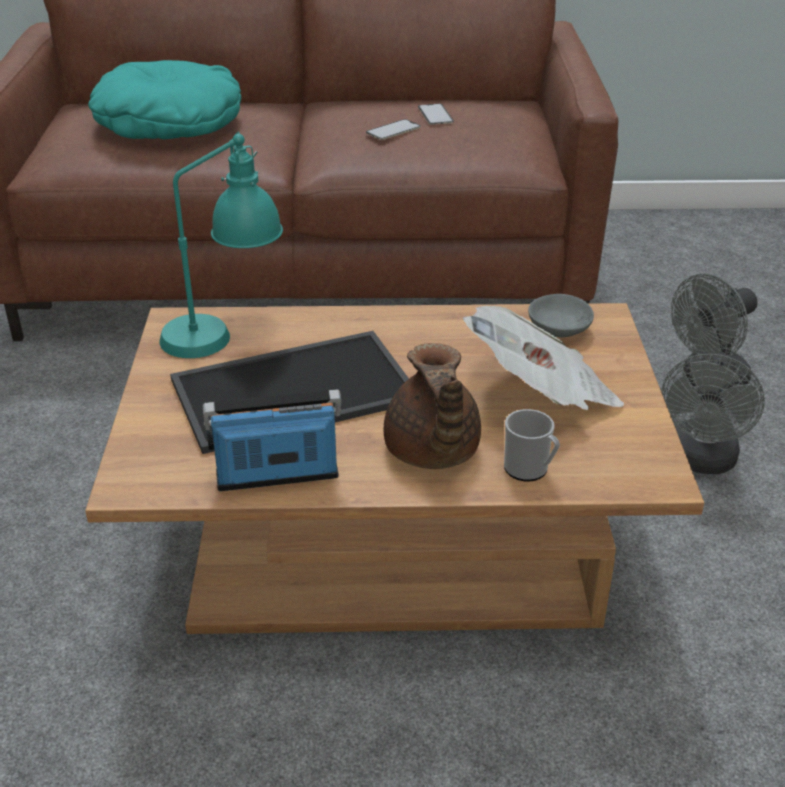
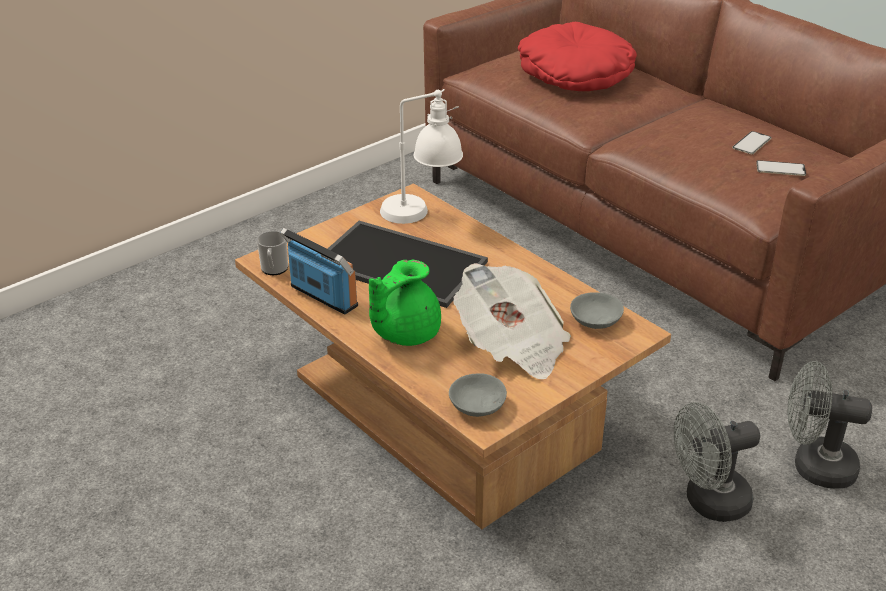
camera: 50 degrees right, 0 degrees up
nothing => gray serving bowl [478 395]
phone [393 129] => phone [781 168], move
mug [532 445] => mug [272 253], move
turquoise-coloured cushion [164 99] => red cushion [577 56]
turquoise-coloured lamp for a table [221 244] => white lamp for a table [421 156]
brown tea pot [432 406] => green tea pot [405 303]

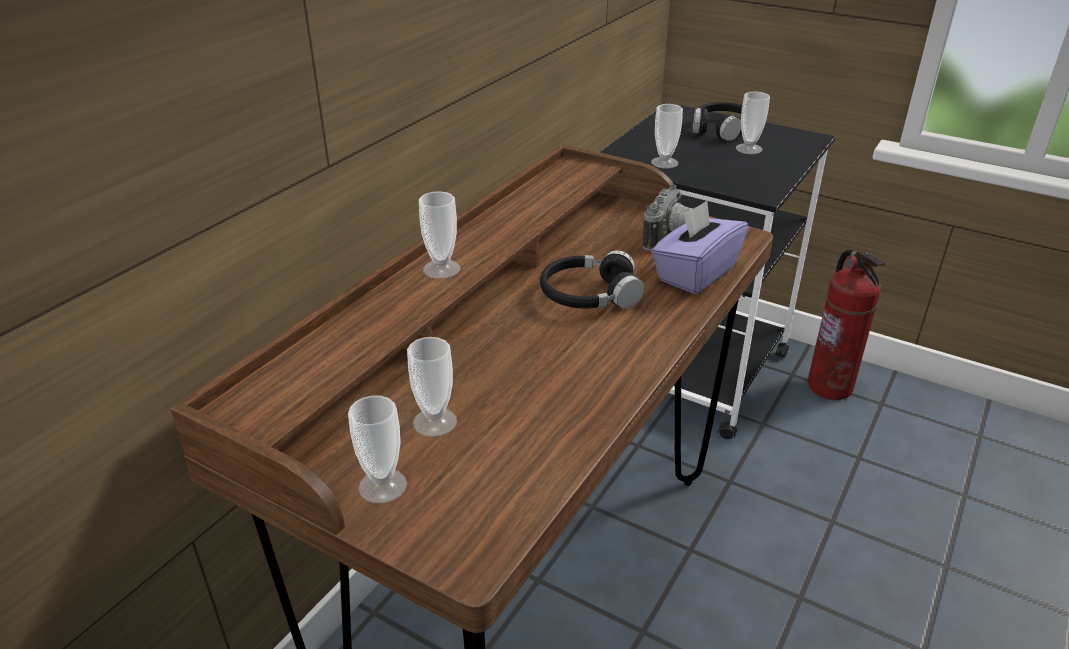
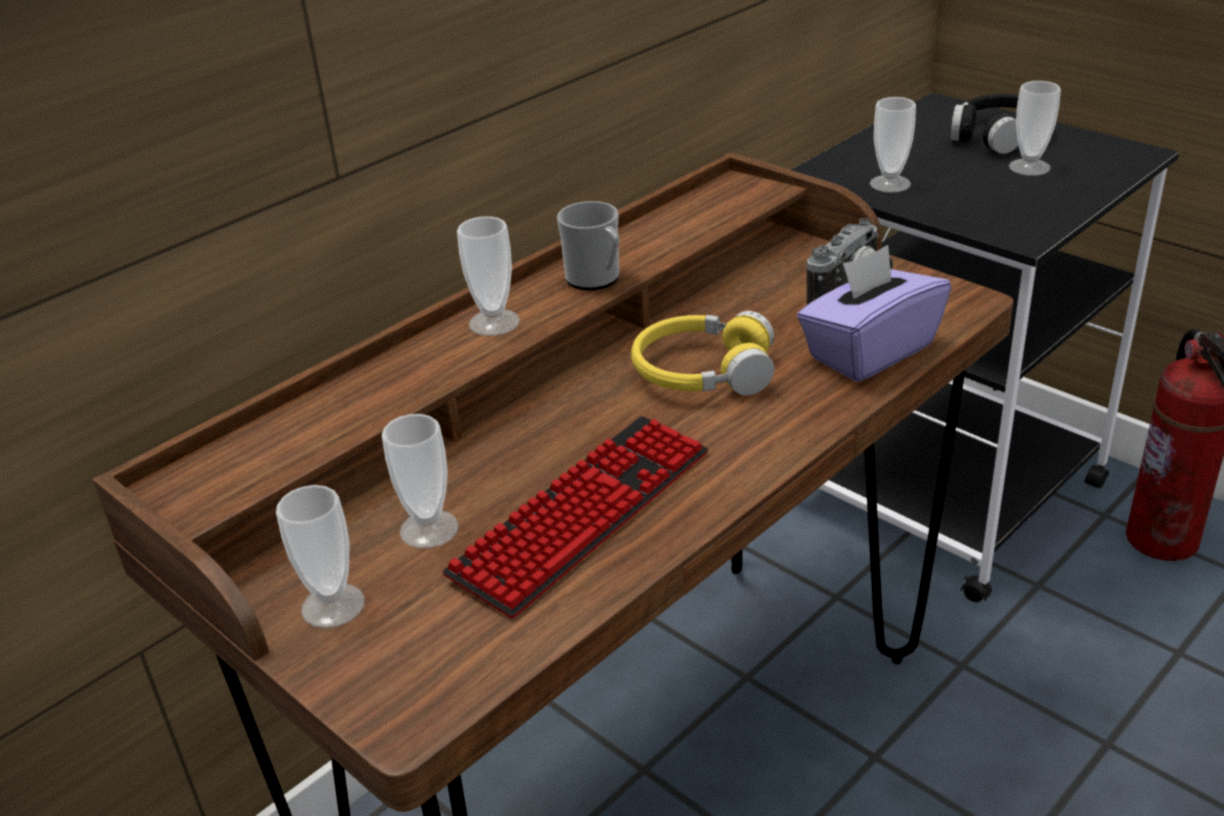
camera: 15 degrees right, 0 degrees up
nothing => keyboard [575 517]
nothing => mug [588 246]
blackish headphones [592 279] => yellowish headphones [702 353]

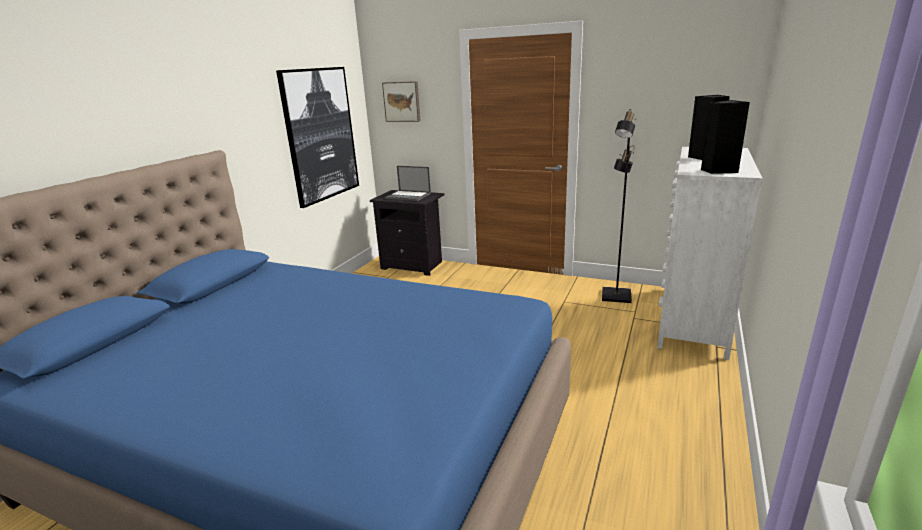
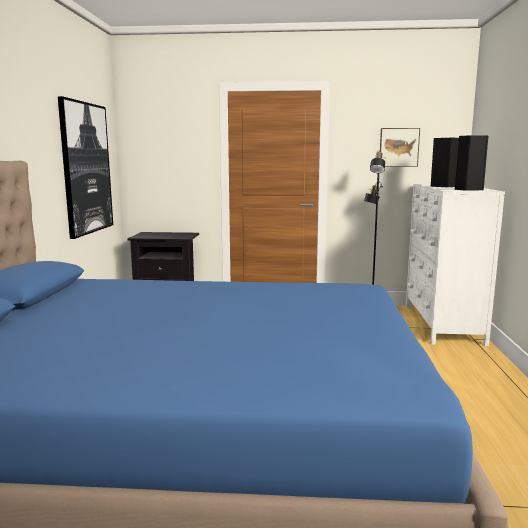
camera: 20 degrees left, 10 degrees down
portable computer [408 183] => nothing
wall picture [401 101] => wall picture [400 147], move

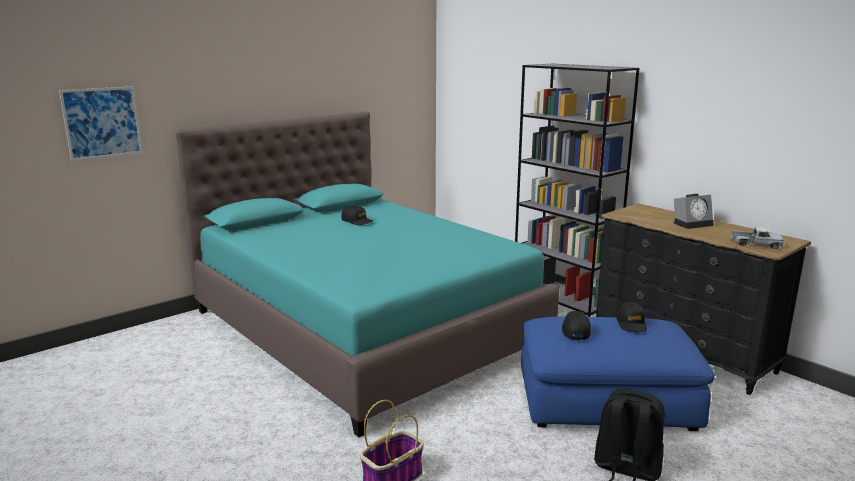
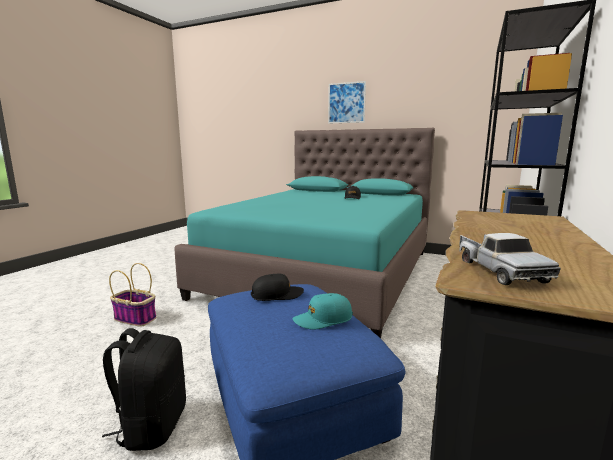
camera: 65 degrees right, 5 degrees down
table clock [693 211] => nothing
wall picture [101 123] => wall picture [347 102], move
blackish peaked cap [631 317] => turquoise-coloured peaked cap [323 311]

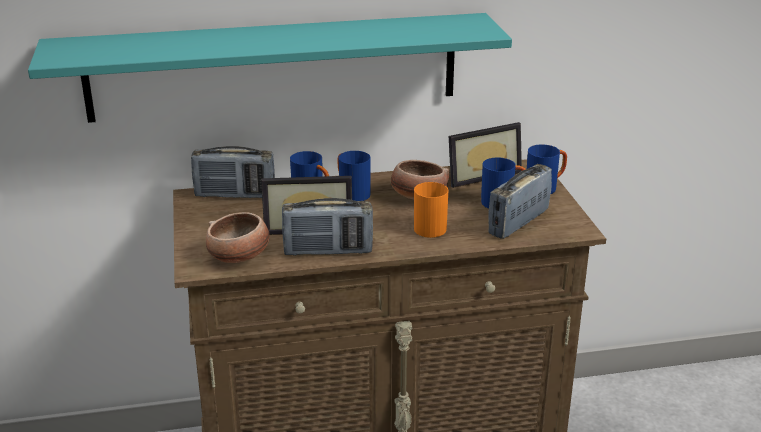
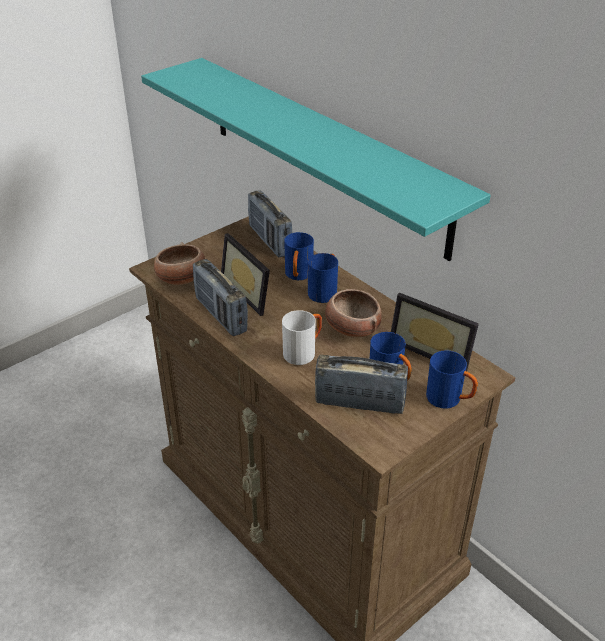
camera: 60 degrees right, 10 degrees up
orangey mug [431 210] => white mug [302 337]

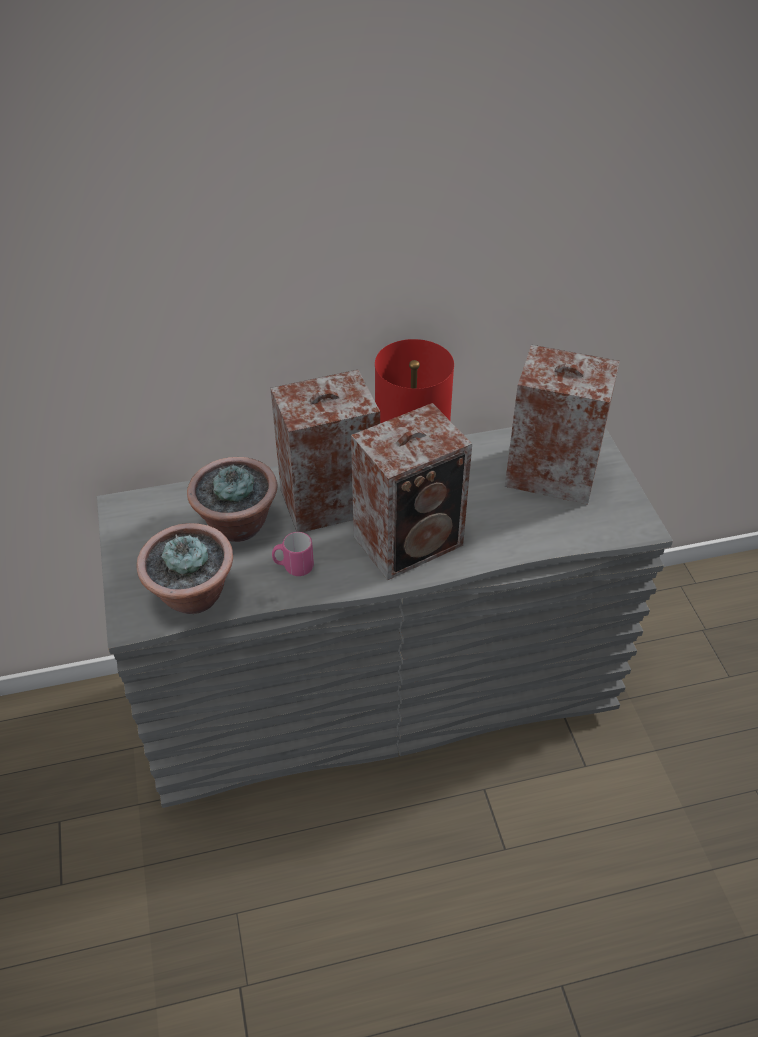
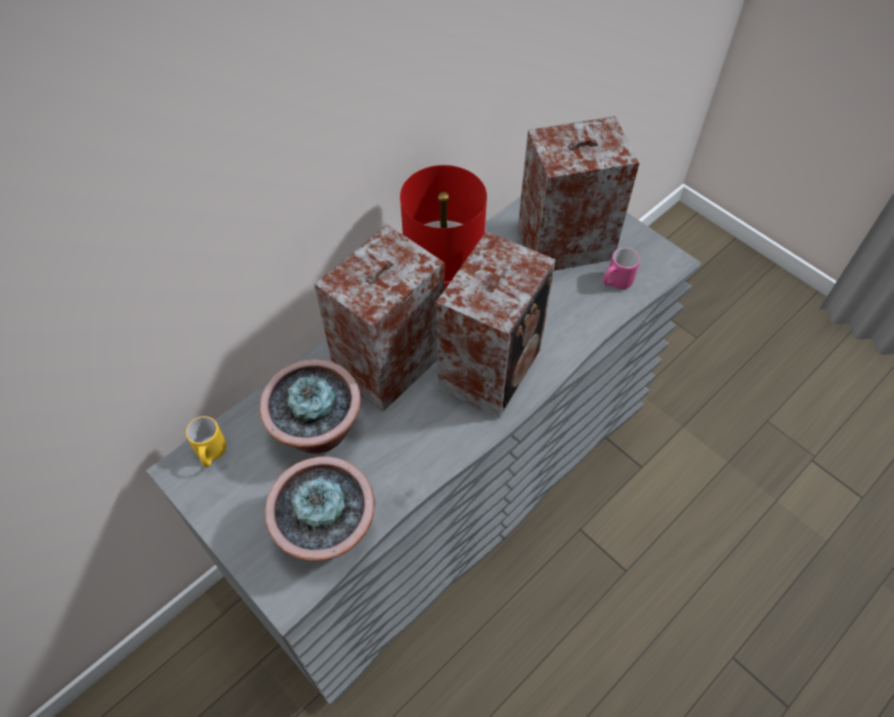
camera: 30 degrees left, 10 degrees up
nothing => yellowish mug [206 441]
pink mug [293 554] => pink mug [621 268], move

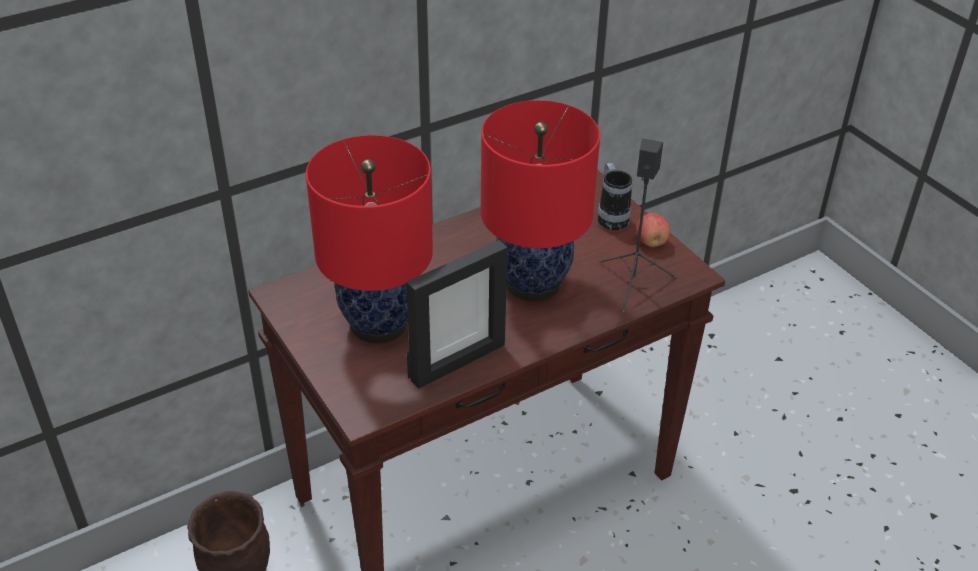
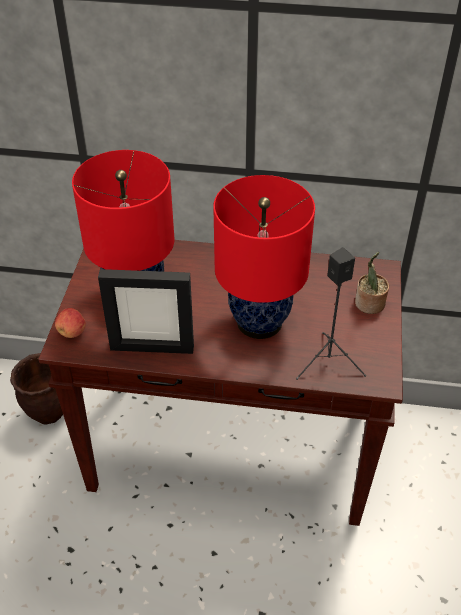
camera: 40 degrees right, 5 degrees up
whole apple [653 230] => whole apple [70 323], move
mug [615 196] => plant in a pot [372 283]

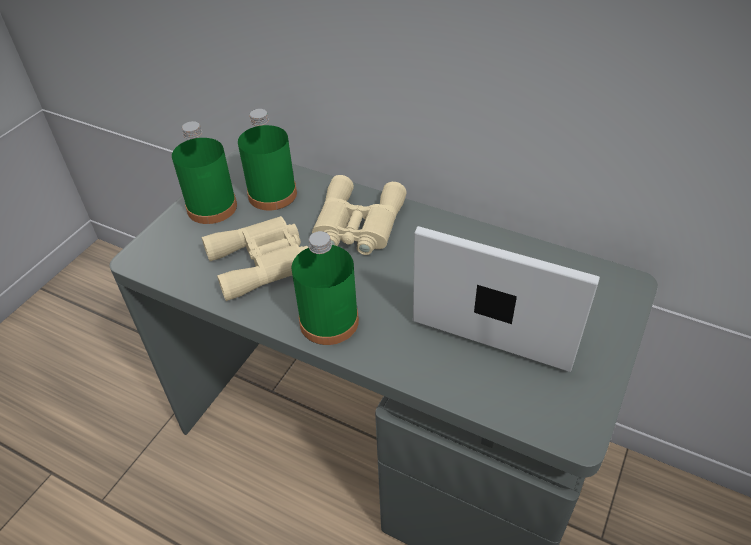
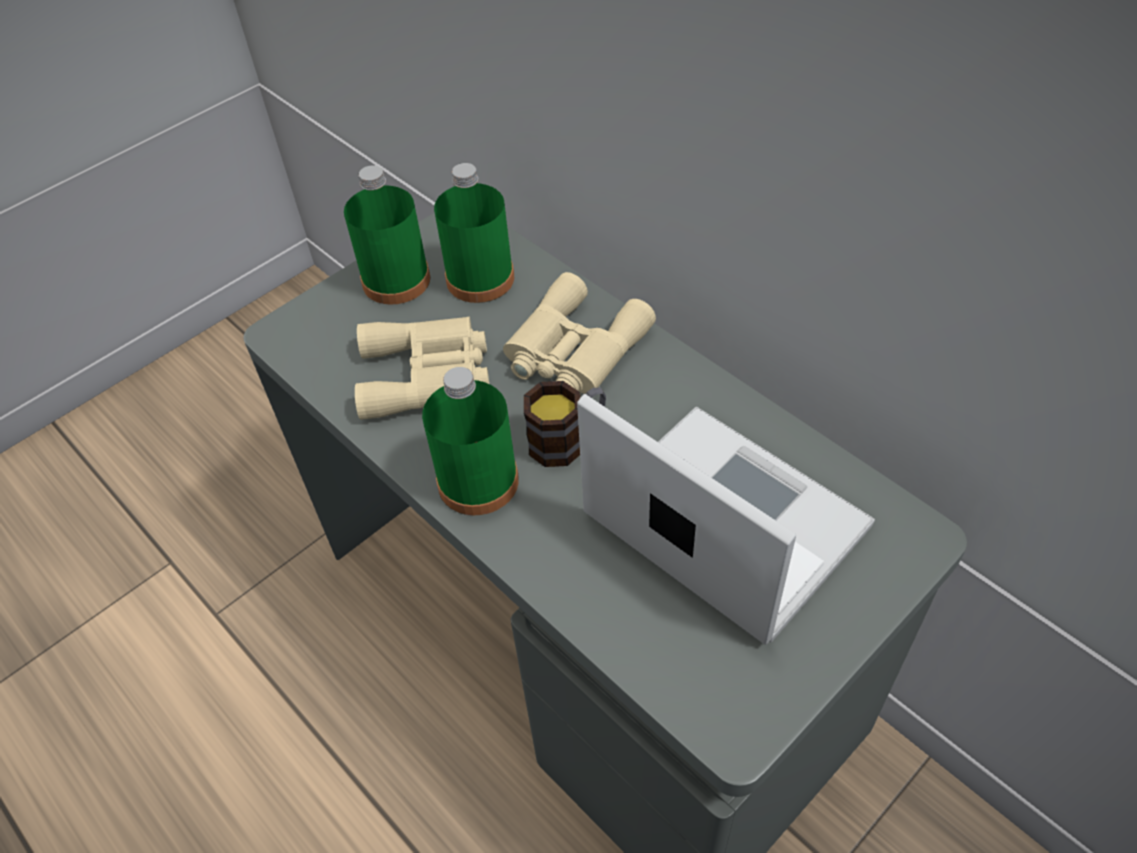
camera: 20 degrees right, 5 degrees up
nothing => mug [565 424]

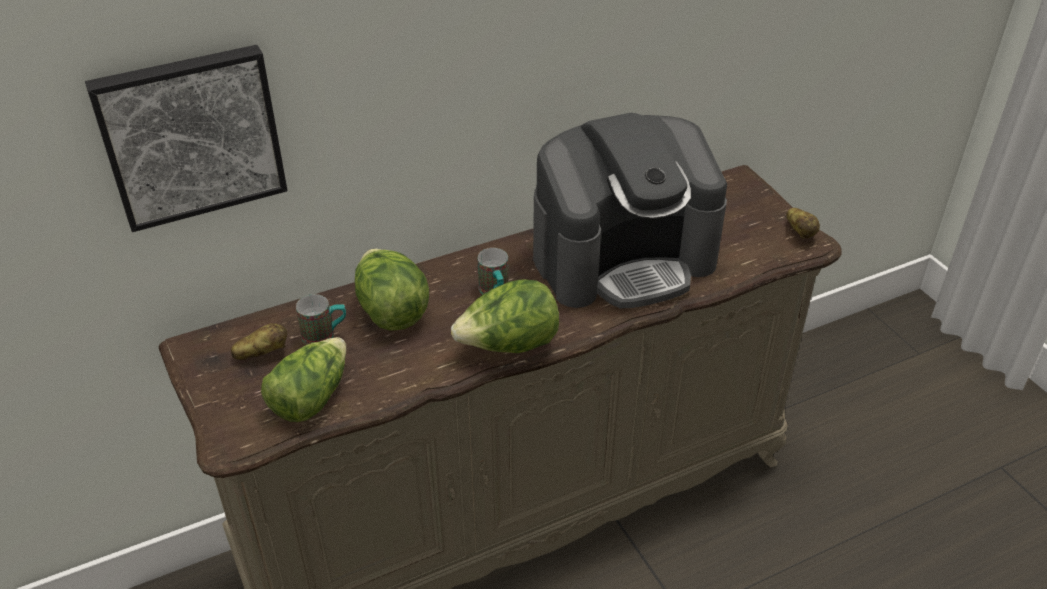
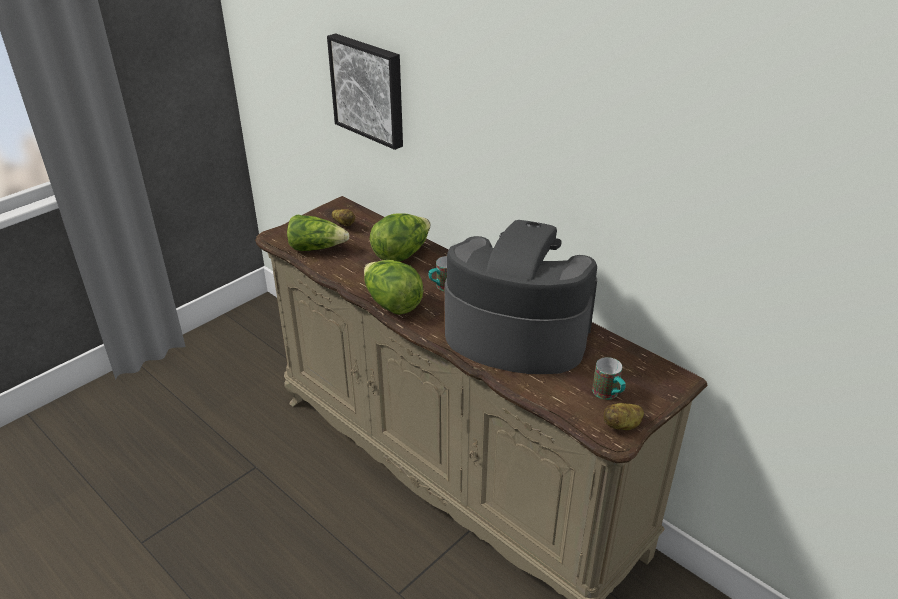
camera: 70 degrees right, 5 degrees down
mug [321 319] => mug [609 378], move
coffee machine [630 211] => coffee machine [521 297], 150 degrees clockwise

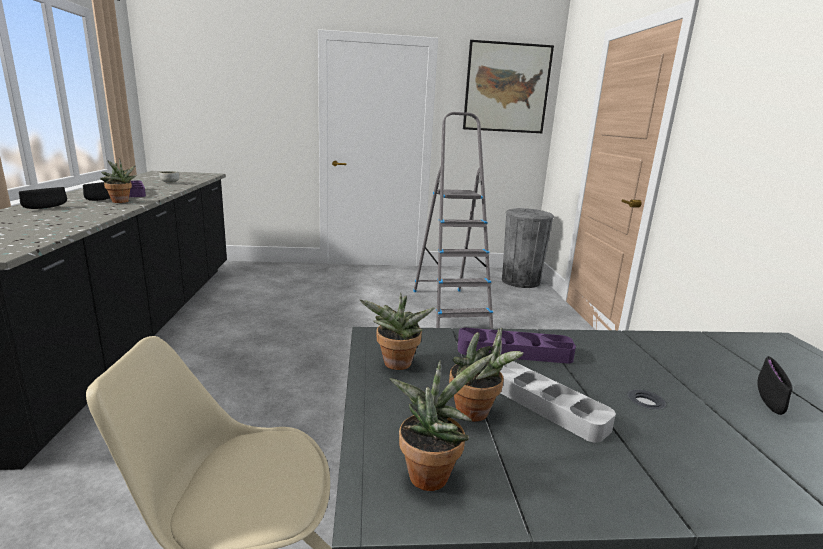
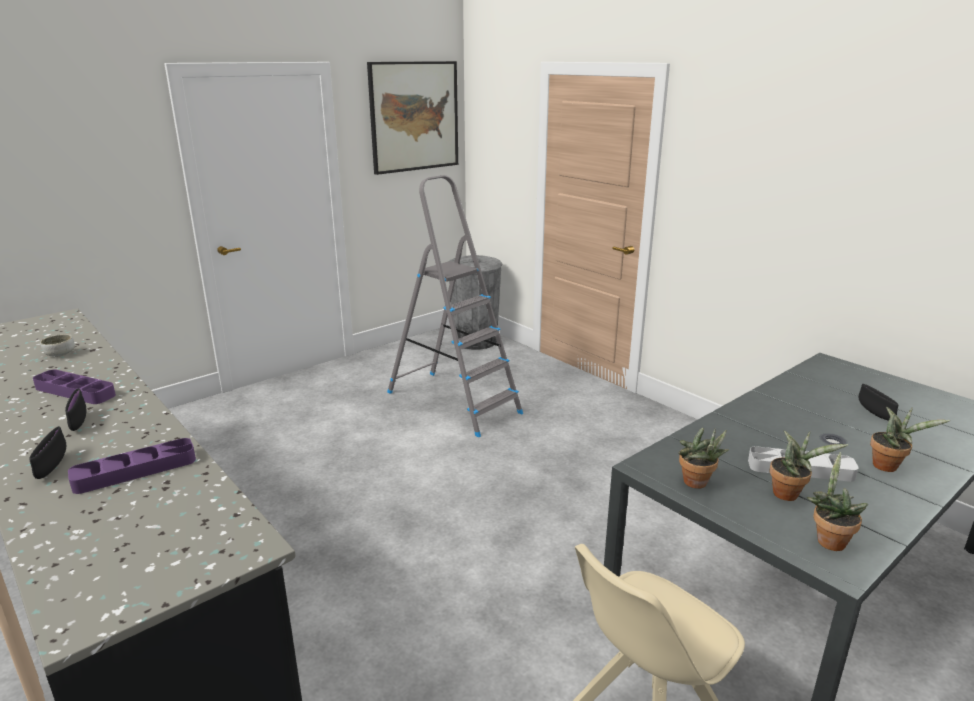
camera: 35 degrees left, 5 degrees up
plant in a pot [118 180] => plant in a pot [910 439], move
purple serving tray [517 346] => purple serving tray [132 466], move

